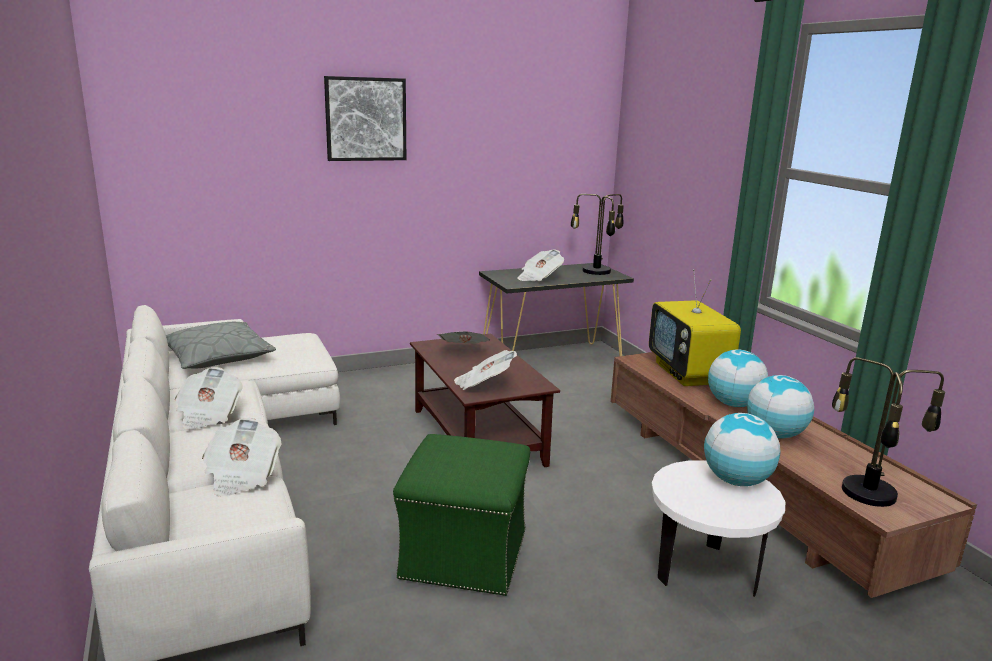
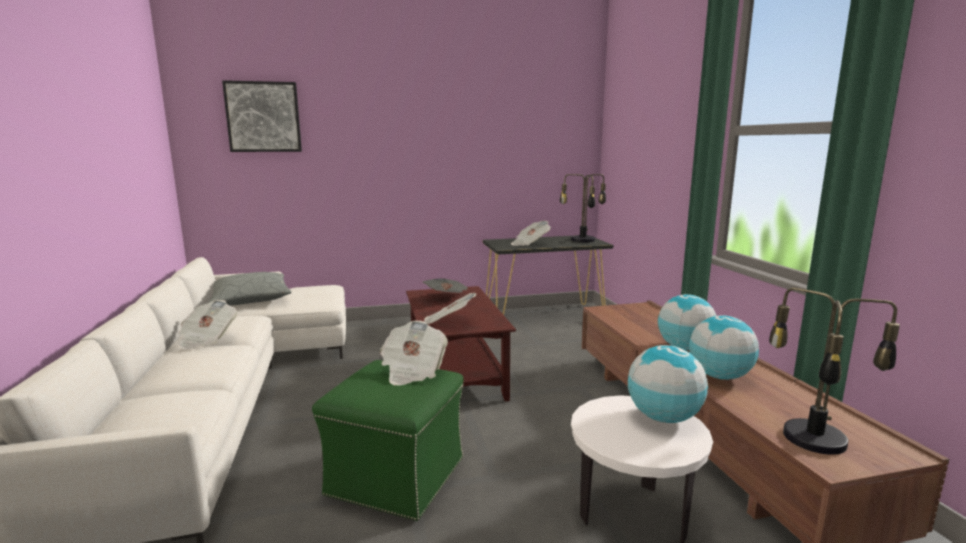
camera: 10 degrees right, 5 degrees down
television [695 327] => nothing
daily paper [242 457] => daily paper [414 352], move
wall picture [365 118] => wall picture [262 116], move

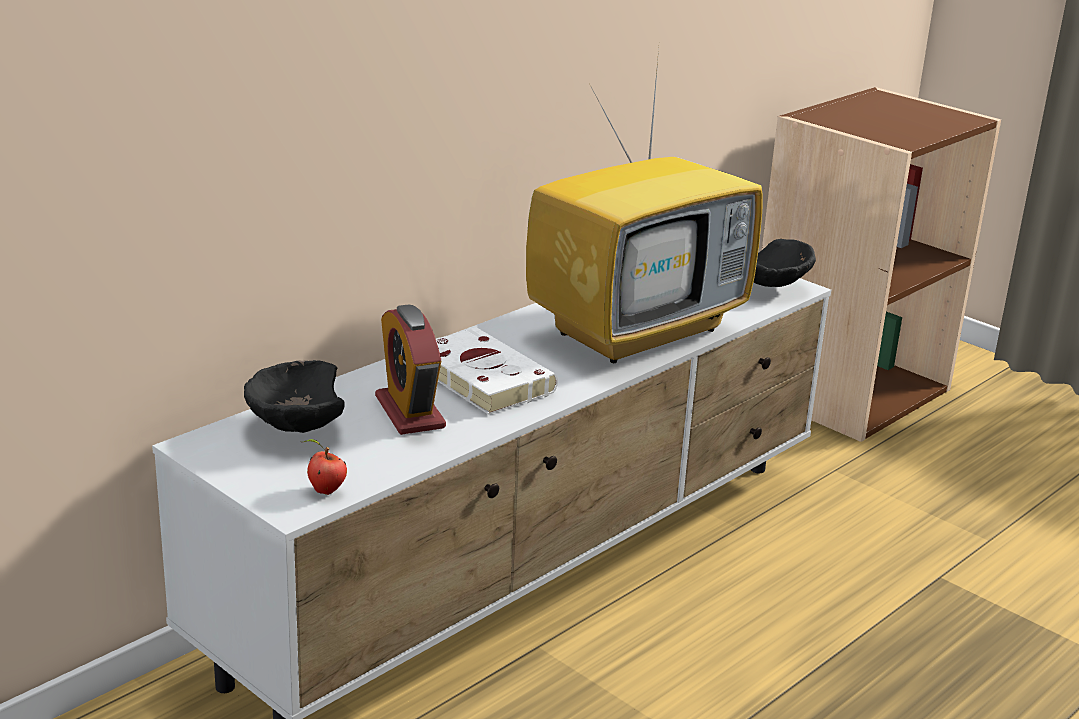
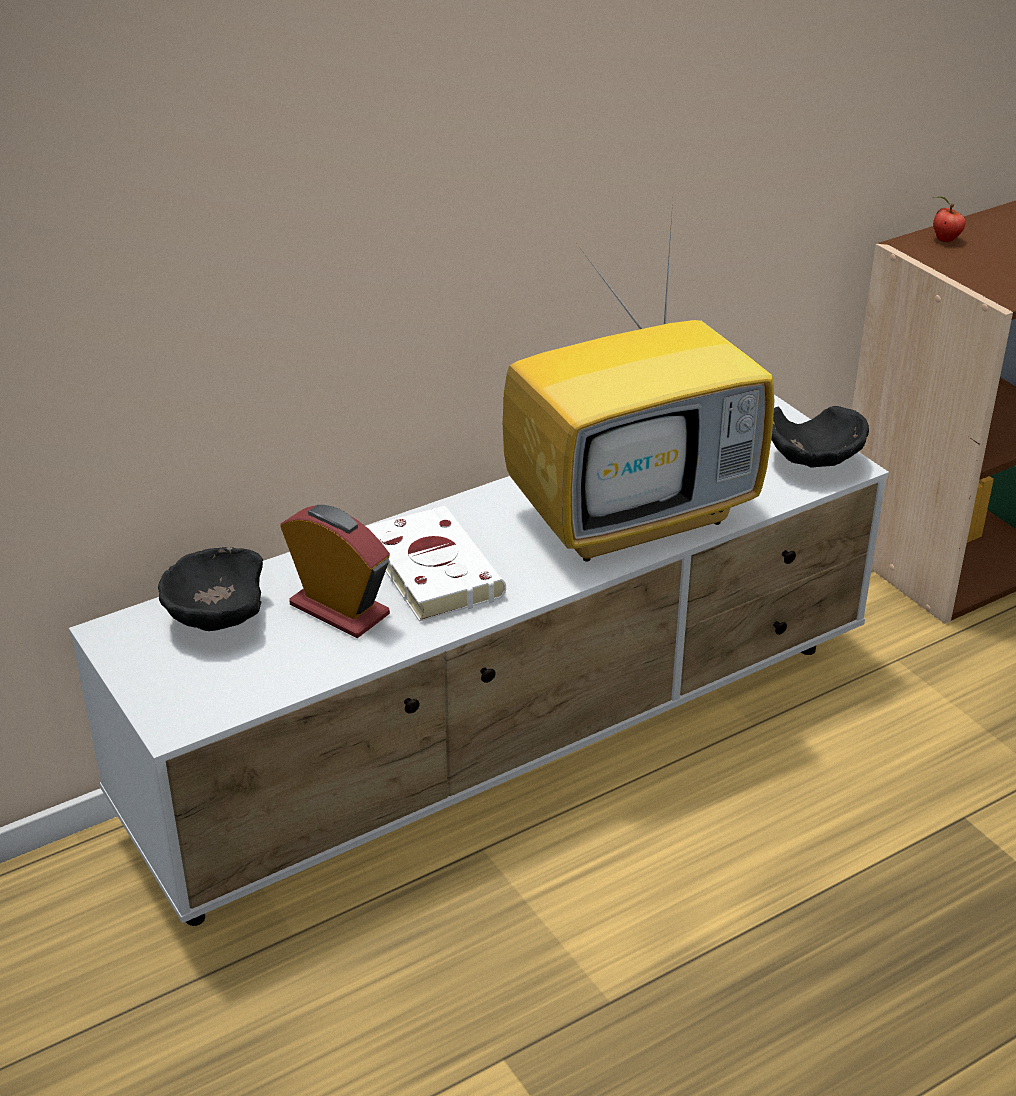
camera: 15 degrees right, 10 degrees up
whole apple [325 467] => whole apple [949 219], move
table clock [410 370] => table clock [335 571], 135 degrees clockwise

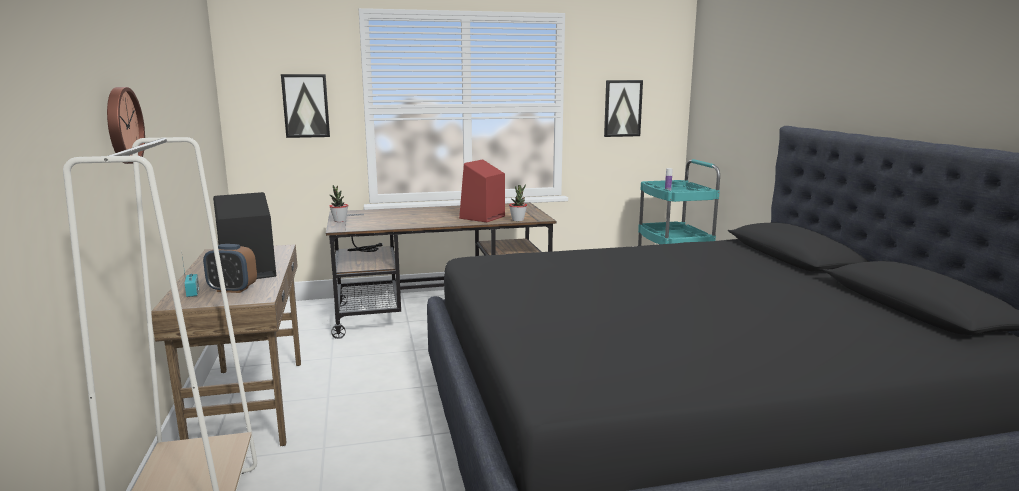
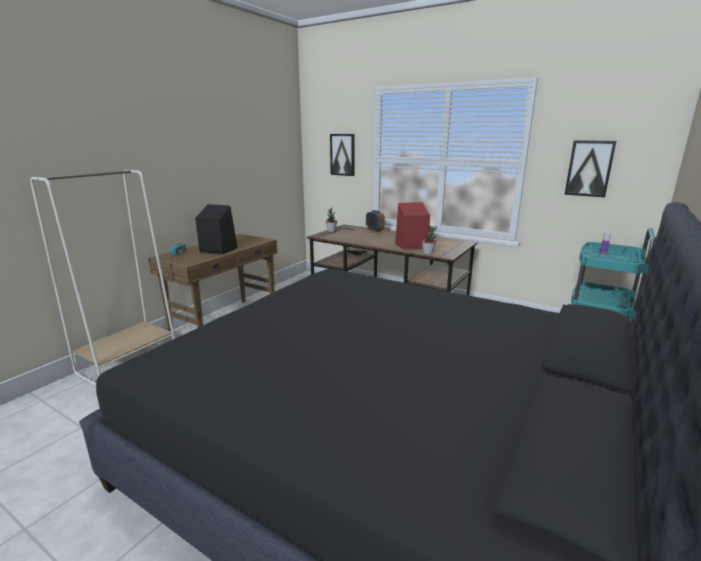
camera: 45 degrees right, 5 degrees up
hanging clock [126 125] => nothing
table clock [230 268] => table clock [375 221], move

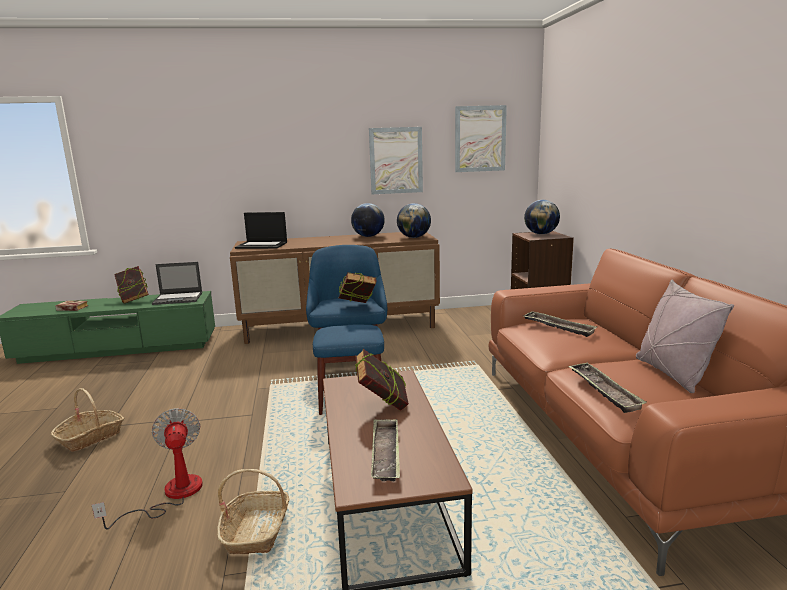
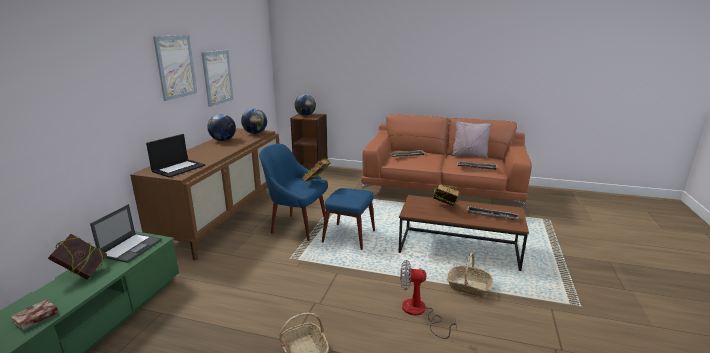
camera: 65 degrees left, 5 degrees up
wall picture [481 138] => wall picture [175 68], move

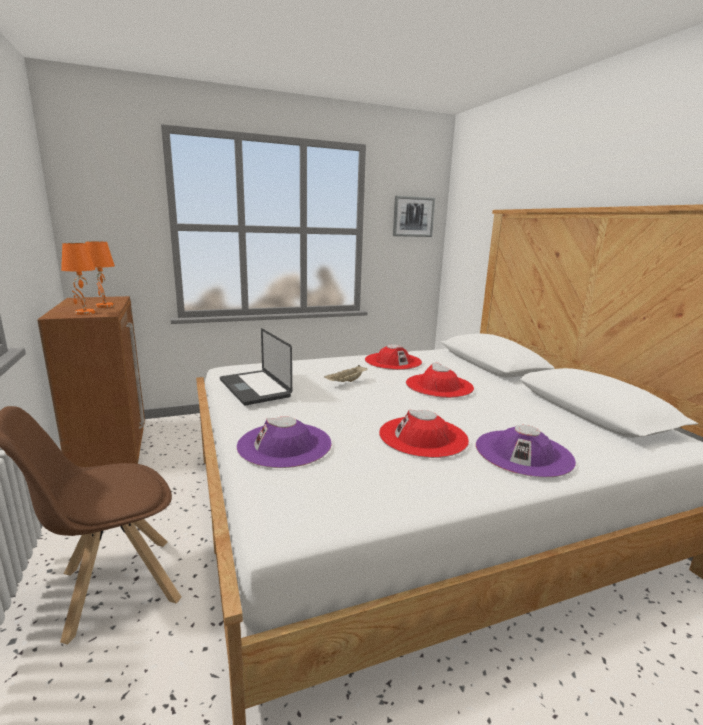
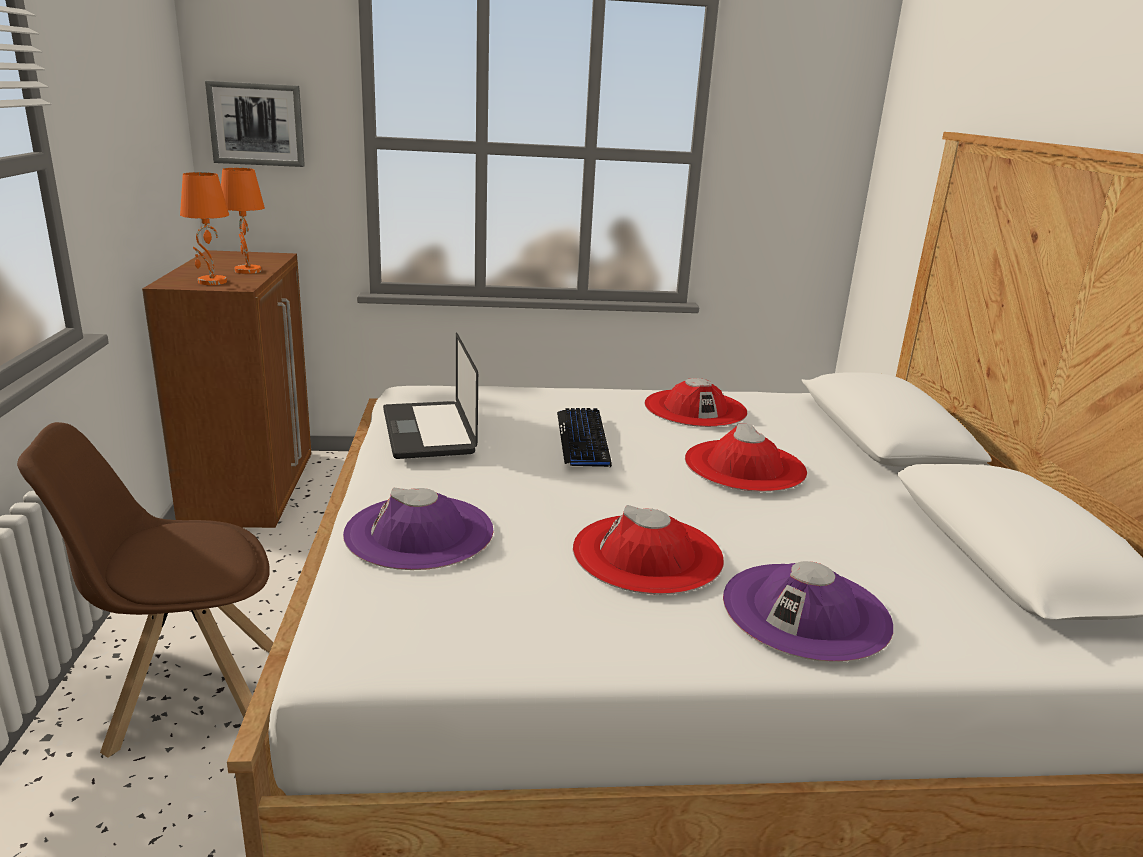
camera: 15 degrees right, 5 degrees up
wall picture [414 216] => wall picture [255 124], move
beige-coloured serving tray [345 373] => keyboard [584 437]

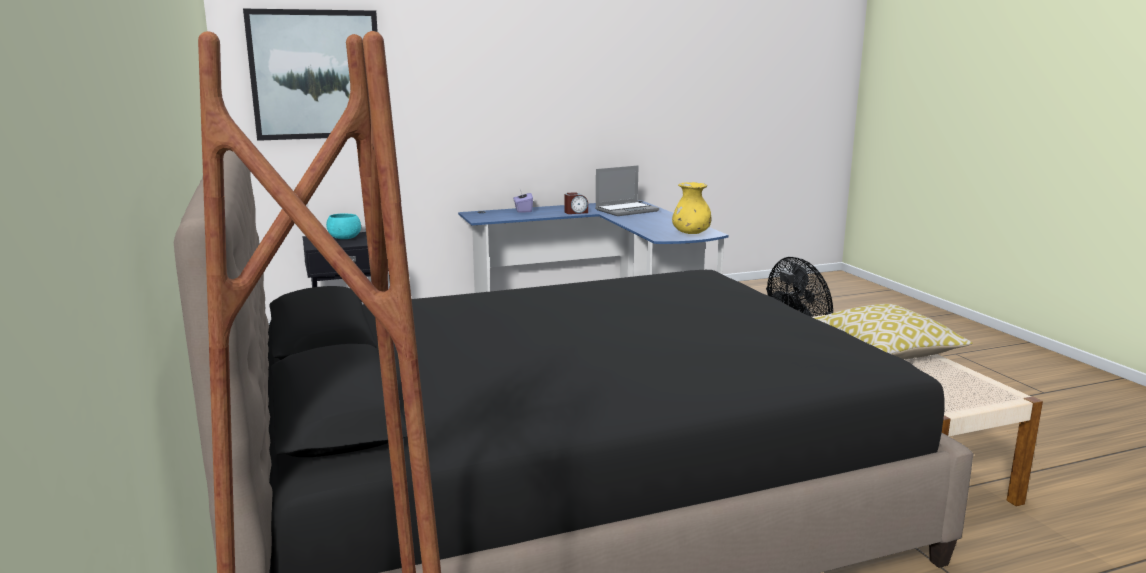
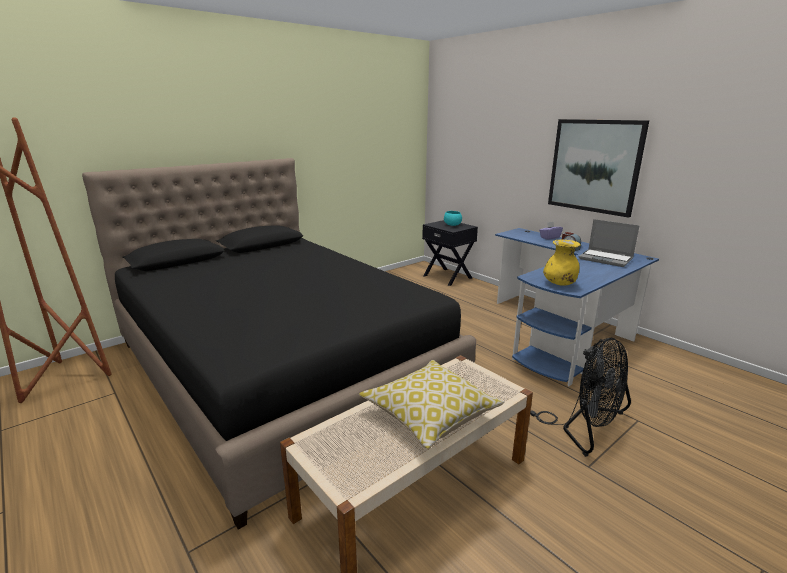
camera: 70 degrees right, 5 degrees up
wall picture [310 75] => wall picture [598 168], move

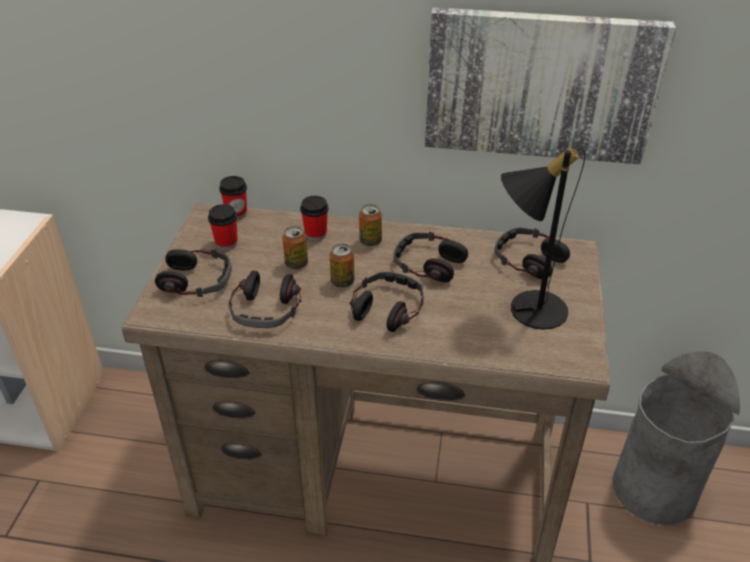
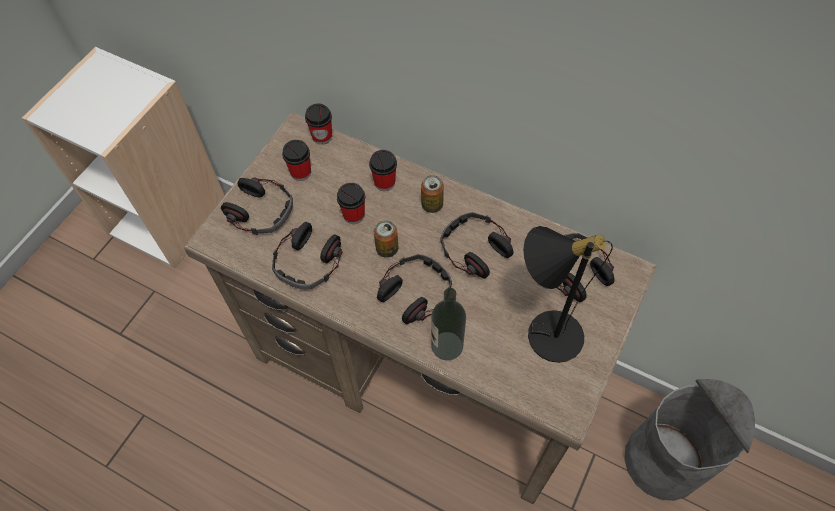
camera: 20 degrees right, 20 degrees up
wall picture [550 85] => nothing
nothing => bottle [448 324]
can [295 247] => cup [351 203]

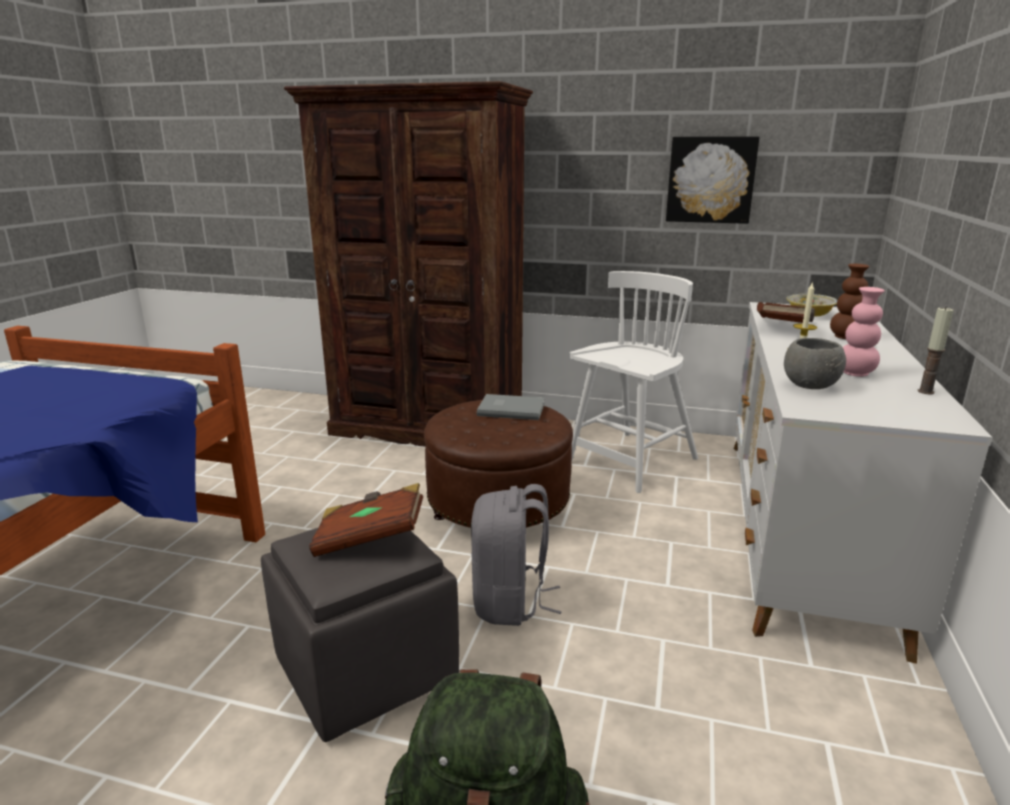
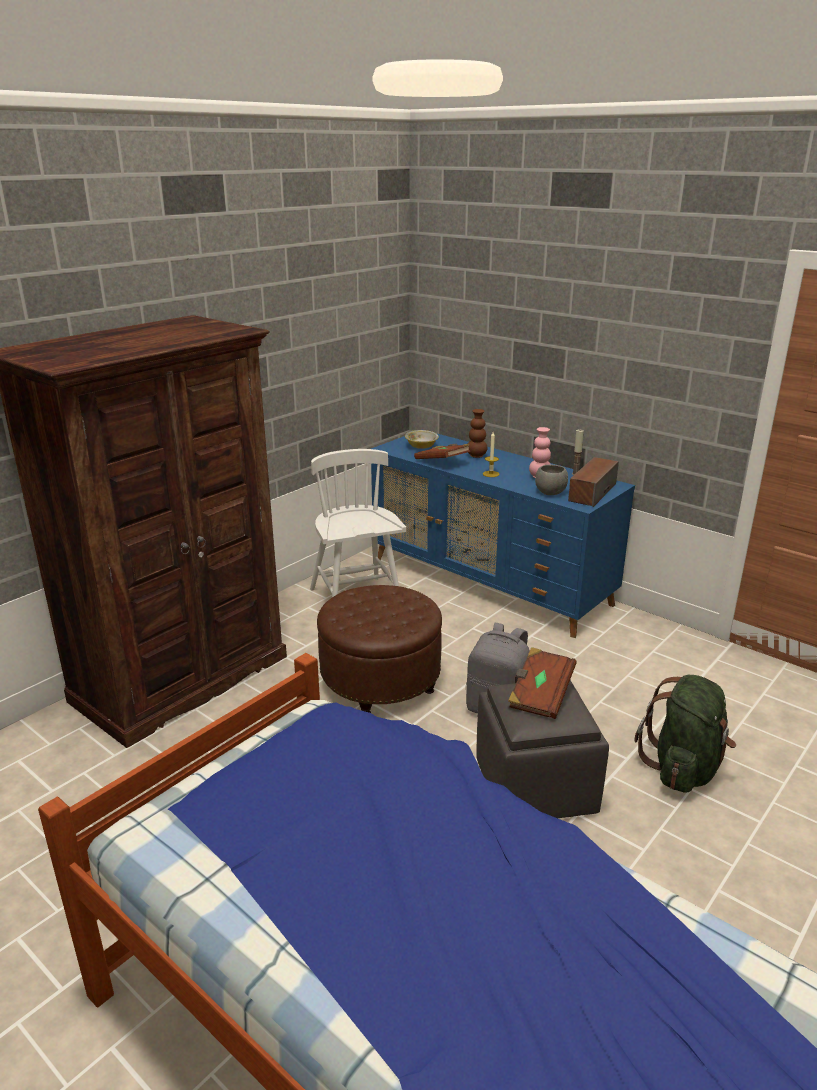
camera: 65 degrees left, 5 degrees up
gray book [511 407] => nothing
wall picture [713 180] => nothing
nothing => audio speaker [593 482]
white dresser [863 483] => blue-coloured dresser [503 535]

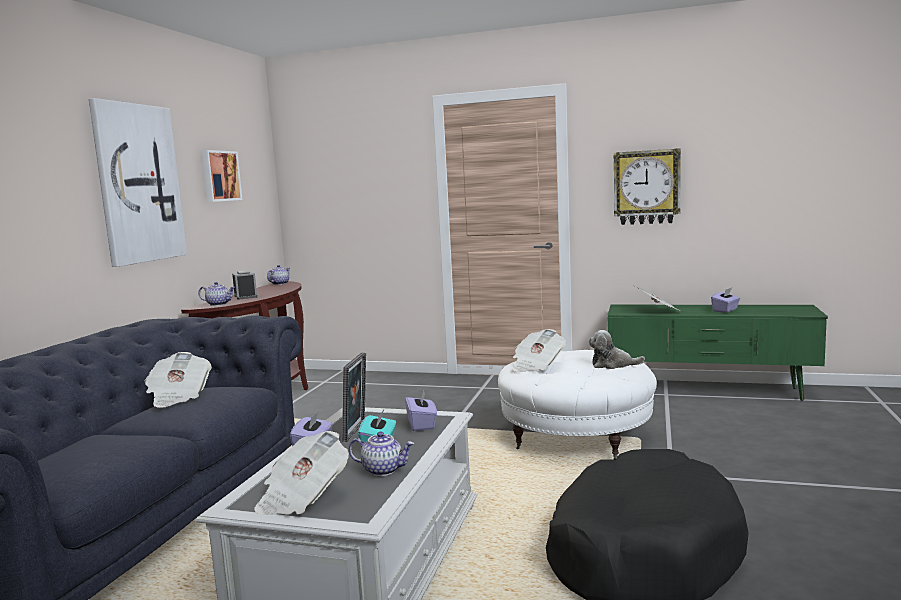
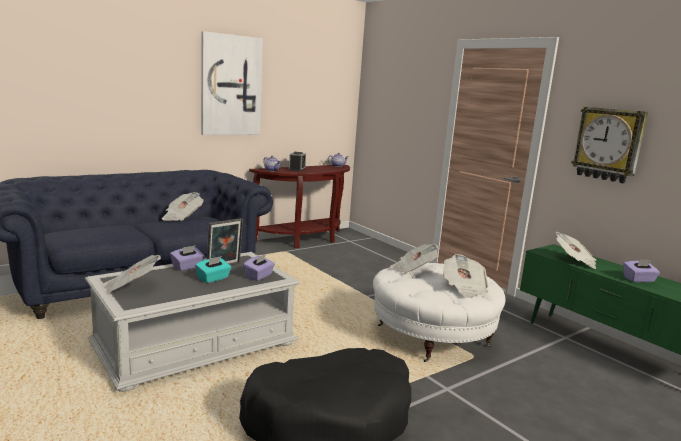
camera: 35 degrees right, 5 degrees up
wall picture [222 176] => nothing
tea pot [381 454] => nothing
plush toy [617 349] => daily paper [465 276]

